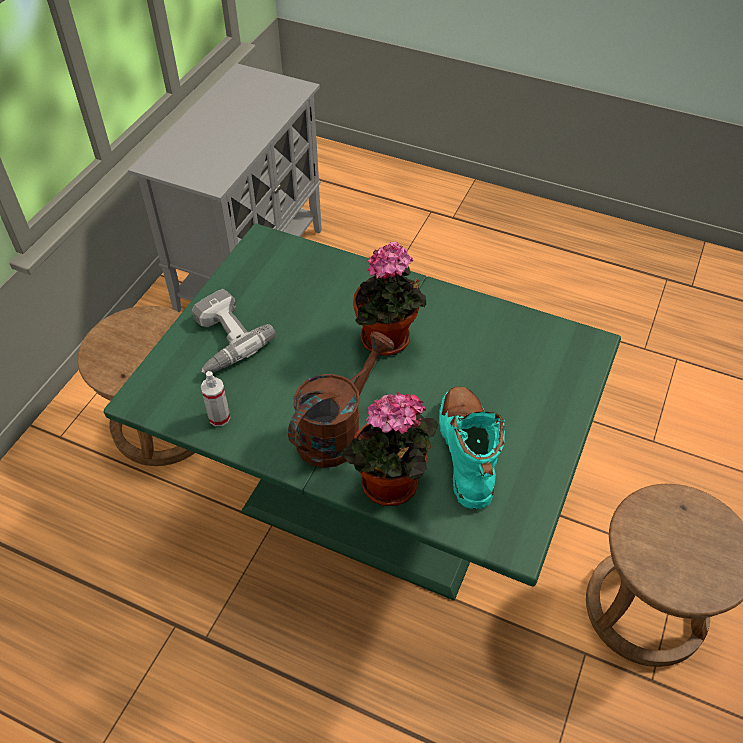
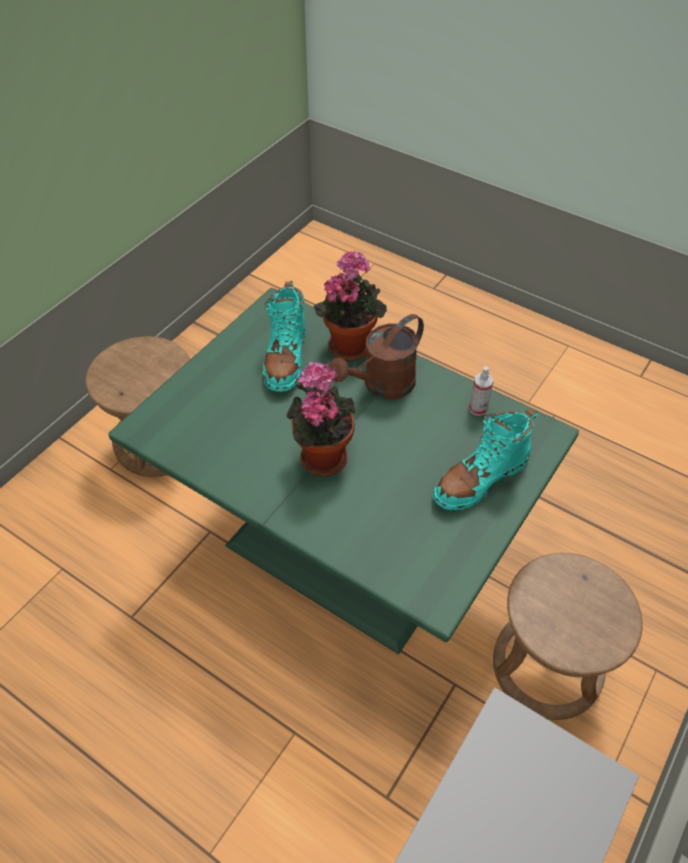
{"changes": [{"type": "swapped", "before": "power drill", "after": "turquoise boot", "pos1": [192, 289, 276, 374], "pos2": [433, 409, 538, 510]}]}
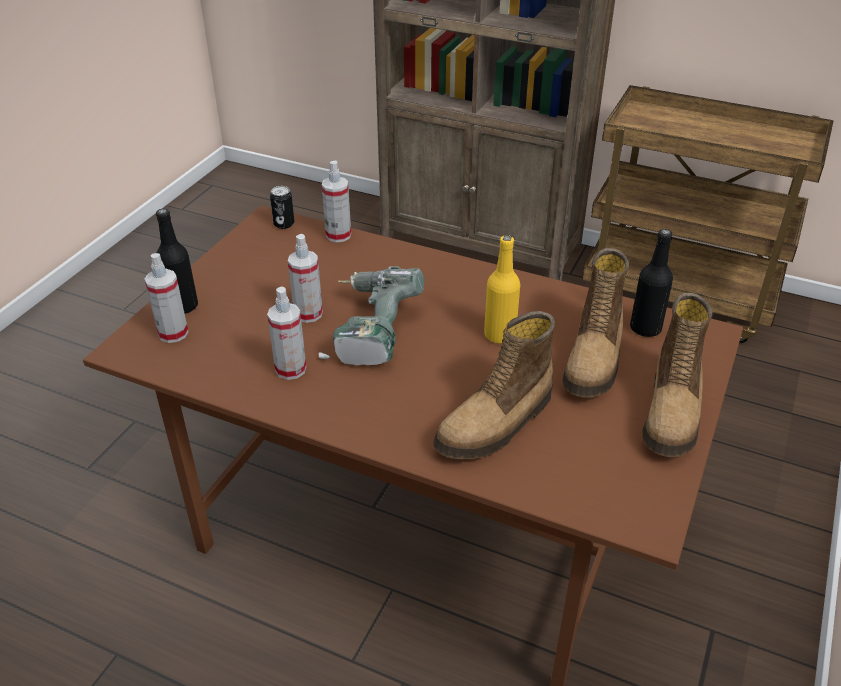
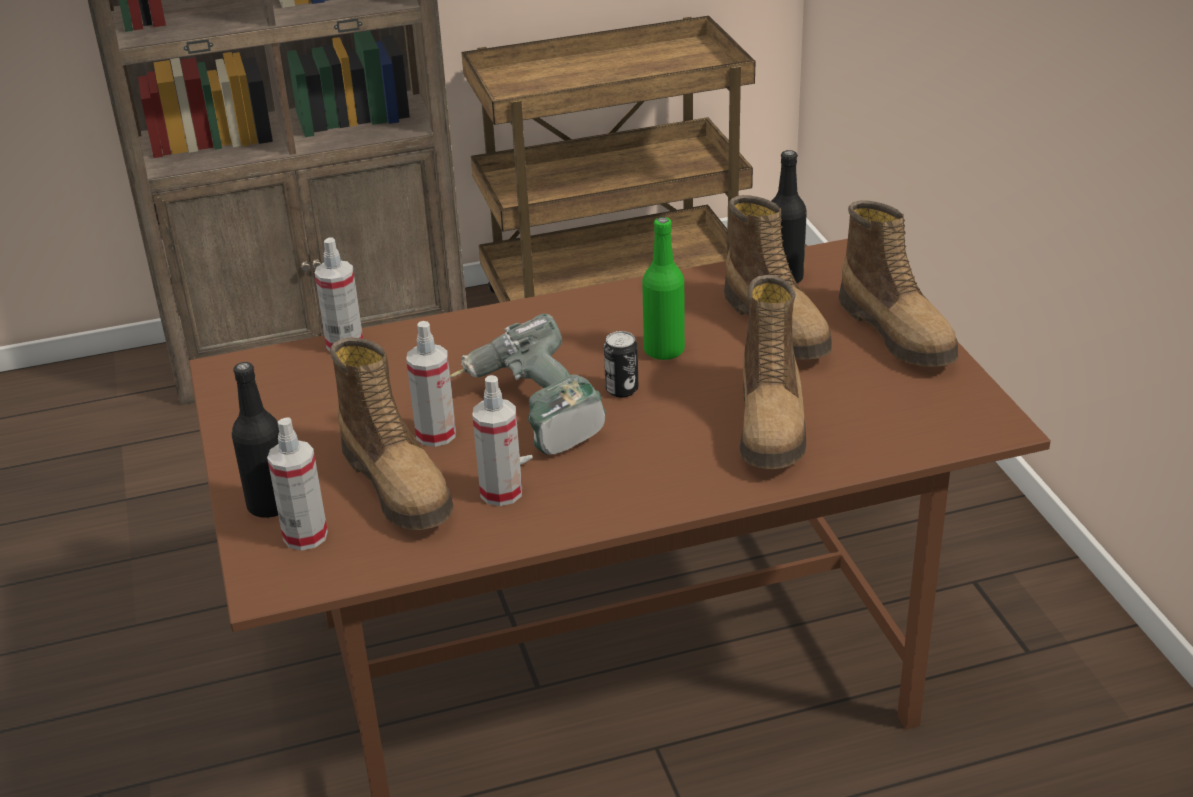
{"changes": [{"type": "new", "after": "boot", "pos2": [330, 338, 454, 530]}, {"type": "shifted", "before": "can", "pos1": [270, 186, 294, 229], "pos2": [604, 331, 638, 397]}, {"type": "repainted", "before": "yellow bottle", "after": "green bottle", "pos1": [484, 235, 520, 344], "pos2": [642, 217, 685, 361]}]}
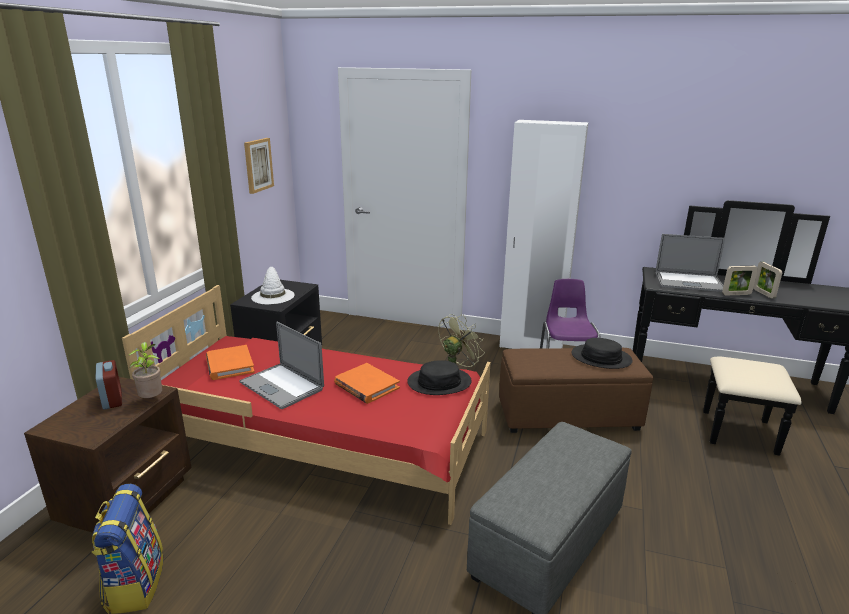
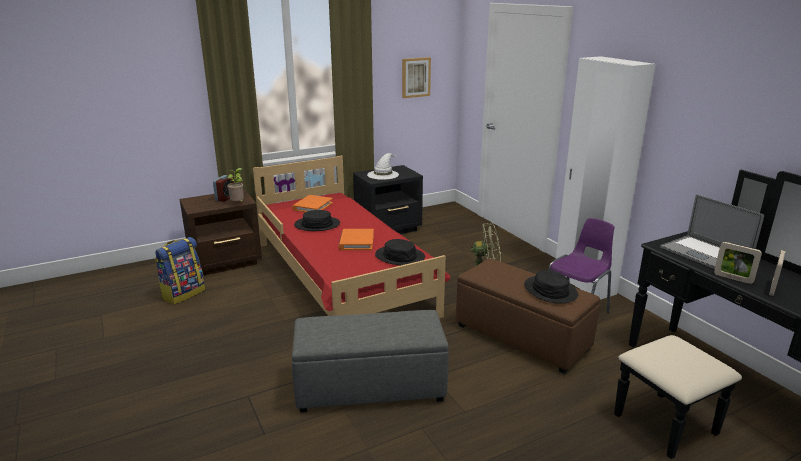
{"changes": [{"type": "swapped", "before": "laptop", "after": "black hat", "pos1": [240, 322, 324, 409], "pos2": [294, 210, 340, 231]}]}
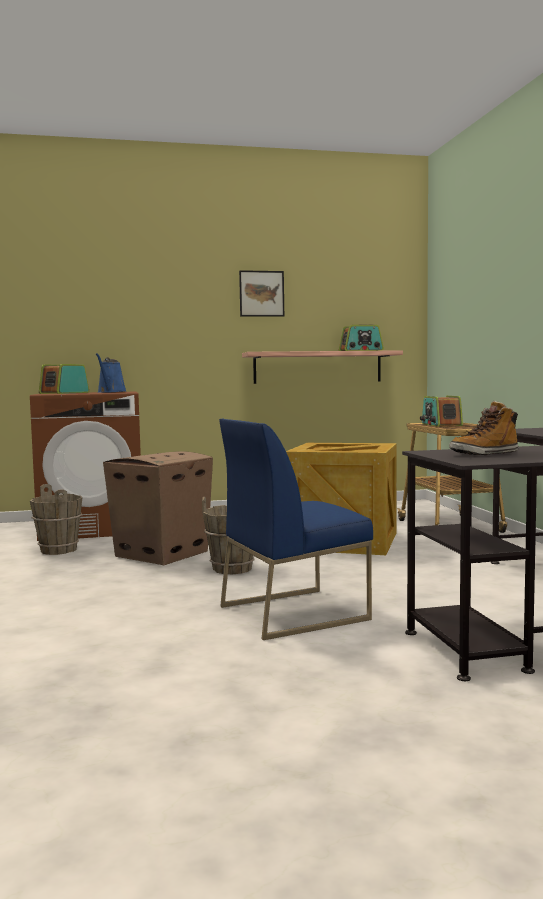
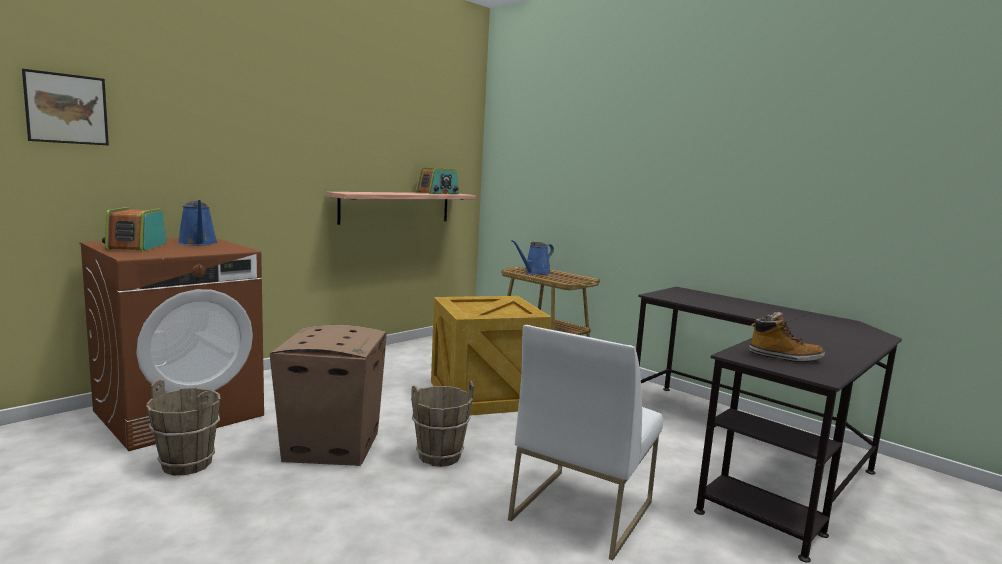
{"changes": [{"type": "shifted", "before": "picture", "pos1": [239, 270, 284, 317], "pos2": [22, 69, 109, 145]}, {"type": "repainted", "before": "blue chair", "after": "white chair", "pos1": [219, 418, 373, 640], "pos2": [508, 325, 663, 560]}, {"type": "swapped", "before": "radio", "after": "blue watering can", "pos1": [420, 396, 463, 427], "pos2": [511, 240, 554, 275]}, {"type": "rotated", "before": "boot", "pos1": [449, 401, 518, 455], "pos2": [749, 312, 825, 362], "turn": -105}]}
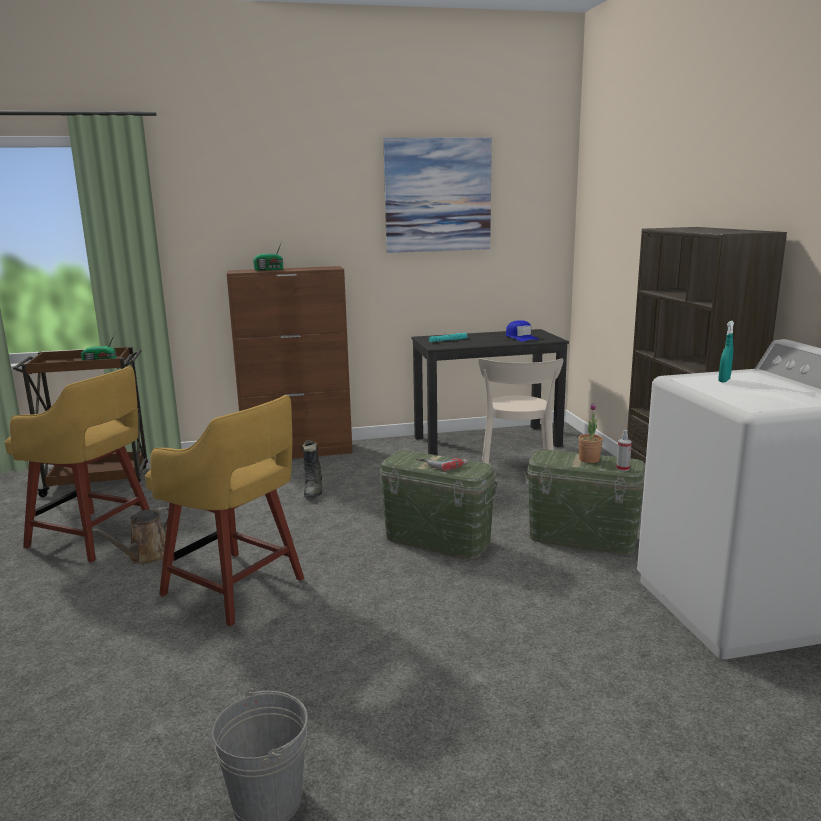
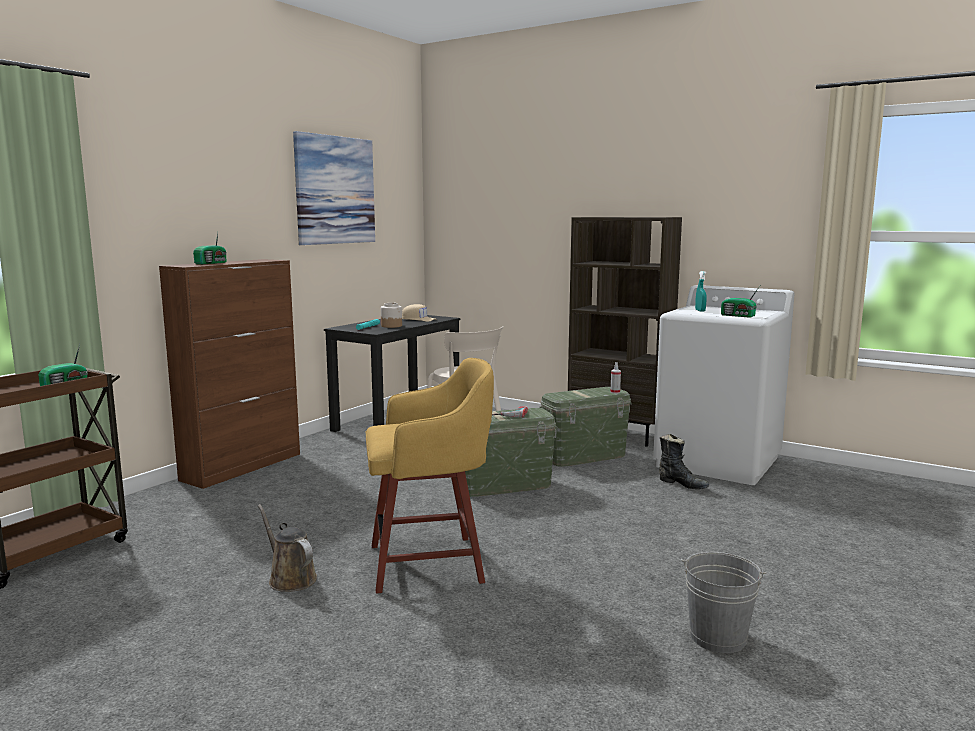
{"changes": [{"type": "rotated", "before": "brown watering can", "pos1": [91, 507, 169, 564], "pos2": [258, 504, 317, 592], "turn": 150}, {"type": "new", "after": "jar", "pos2": [381, 303, 402, 328]}, {"type": "repainted", "before": "blue cap", "after": "beige cap", "pos1": [506, 320, 539, 342], "pos2": [402, 304, 436, 322]}, {"type": "shifted", "before": "black boot", "pos1": [302, 440, 322, 497], "pos2": [659, 434, 709, 489]}, {"type": "new", "after": "radio", "pos2": [721, 286, 760, 318]}, {"type": "gone", "before": "yellow stool", "pos1": [5, 366, 150, 562]}, {"type": "gone", "before": "potted plant", "pos1": [578, 403, 603, 463]}]}
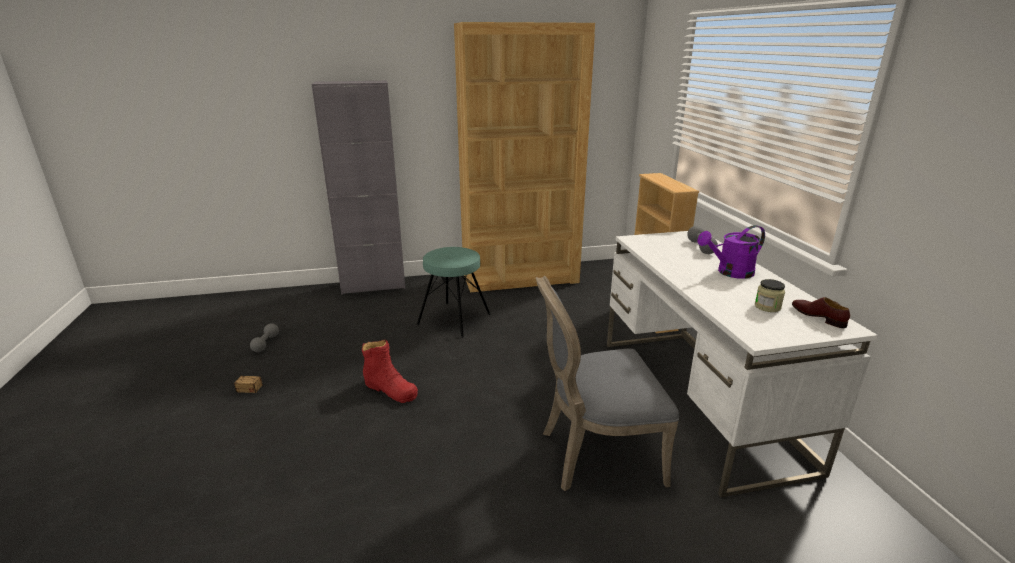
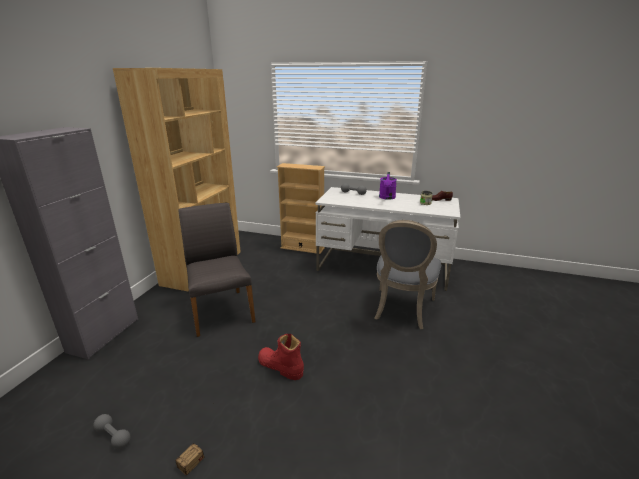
{"changes": [{"type": "swapped", "before": "turquoise stool", "after": "grey chair", "pos1": [417, 247, 491, 338], "pos2": [178, 203, 256, 337]}, {"type": "rotated", "before": "red boot", "pos1": [362, 339, 418, 403], "pos2": [258, 334, 304, 380], "turn": -120}]}
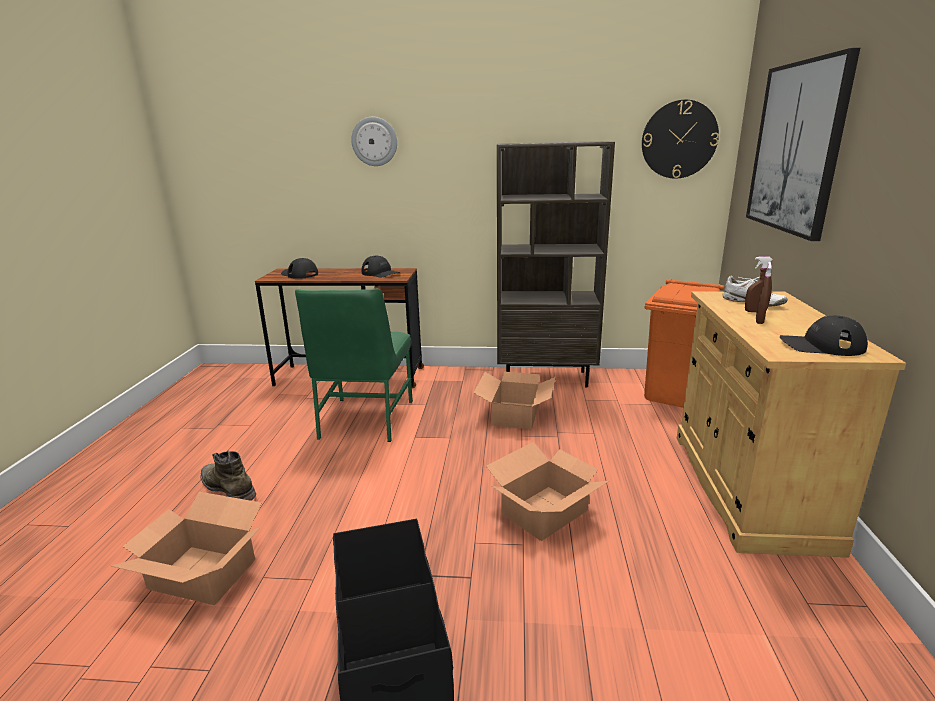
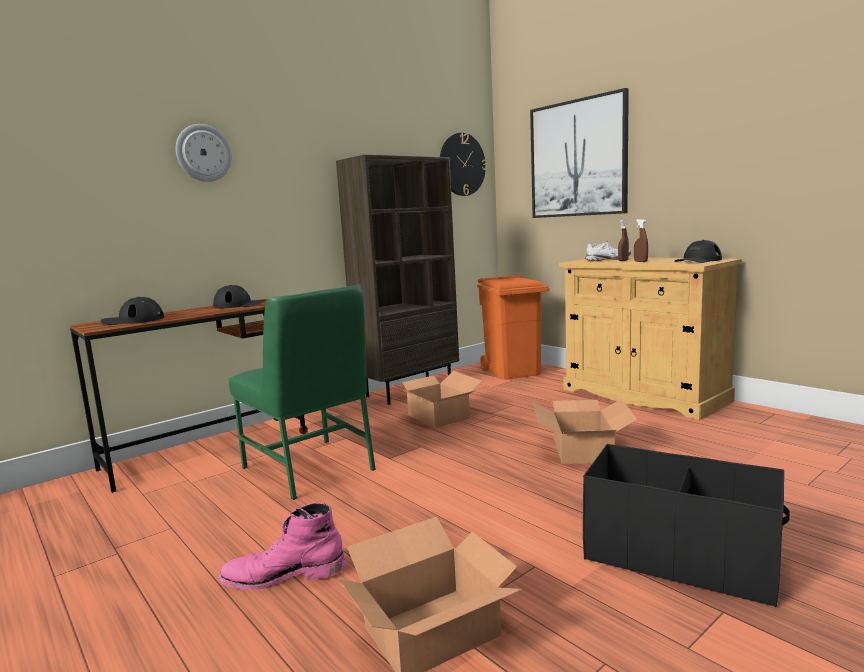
{"changes": [{"type": "repainted", "before": "green boot", "after": "pink boot", "pos1": [200, 450, 256, 501], "pos2": [219, 503, 346, 590]}]}
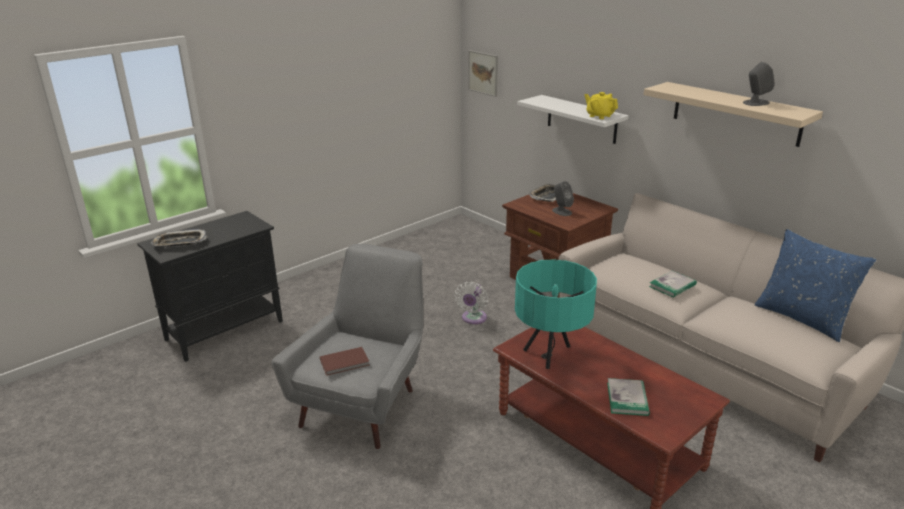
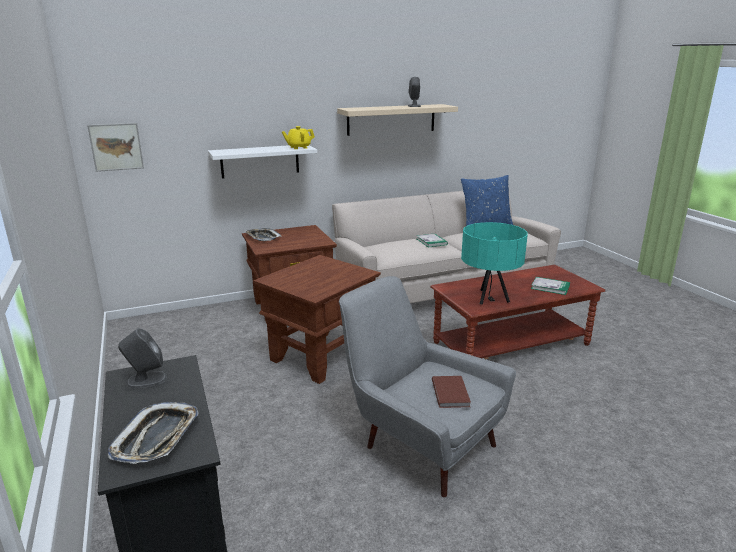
{"changes": [{"type": "shifted", "before": "grey speaker", "pos1": [552, 181, 574, 216], "pos2": [118, 328, 167, 388]}, {"type": "swapped", "before": "white fan", "after": "brown side table", "pos1": [454, 282, 488, 324], "pos2": [253, 255, 381, 384]}]}
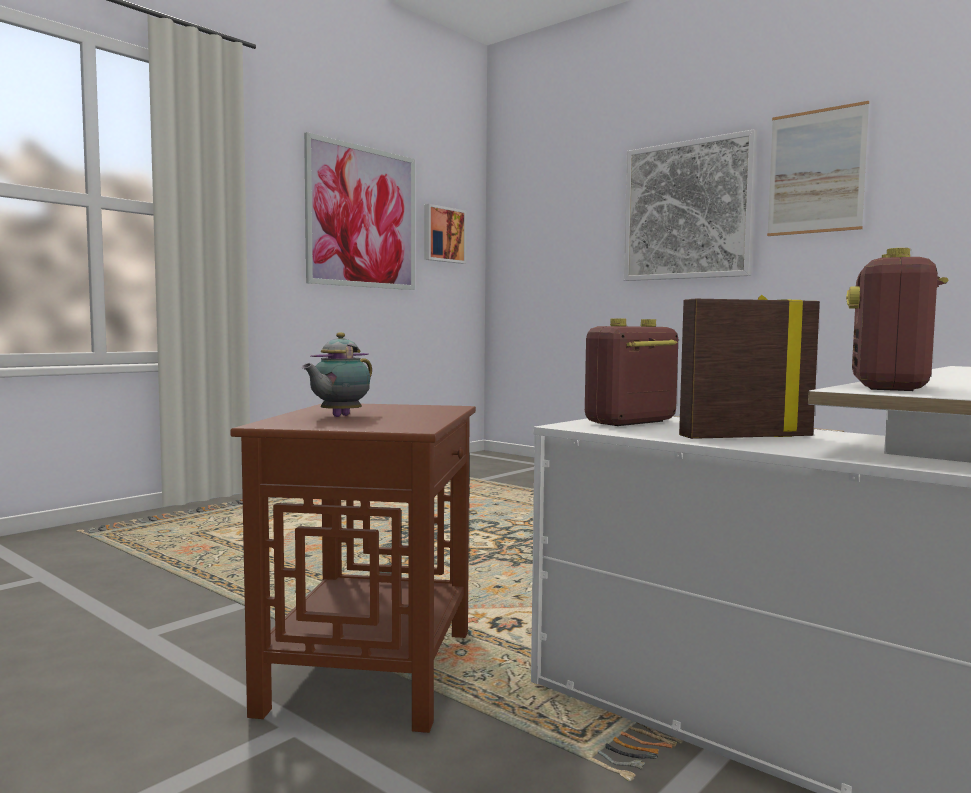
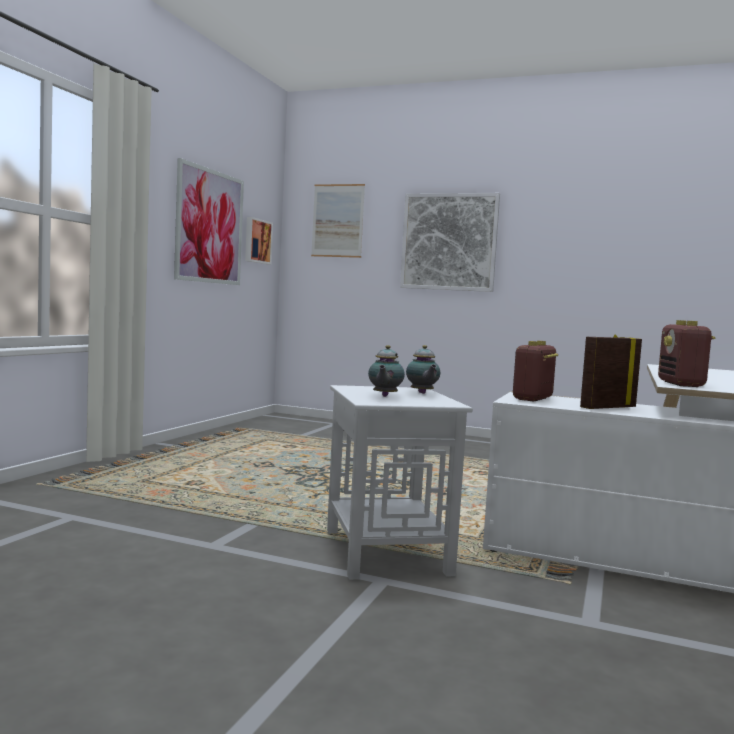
{"changes": [{"type": "shifted", "before": "picture", "pos1": [767, 101, 869, 236], "pos2": [311, 184, 365, 258]}, {"type": "repainted", "before": "brown side table", "after": "white side table", "pos1": [230, 404, 476, 733], "pos2": [327, 385, 473, 580]}, {"type": "new", "after": "teapot", "pos2": [406, 345, 440, 394]}]}
